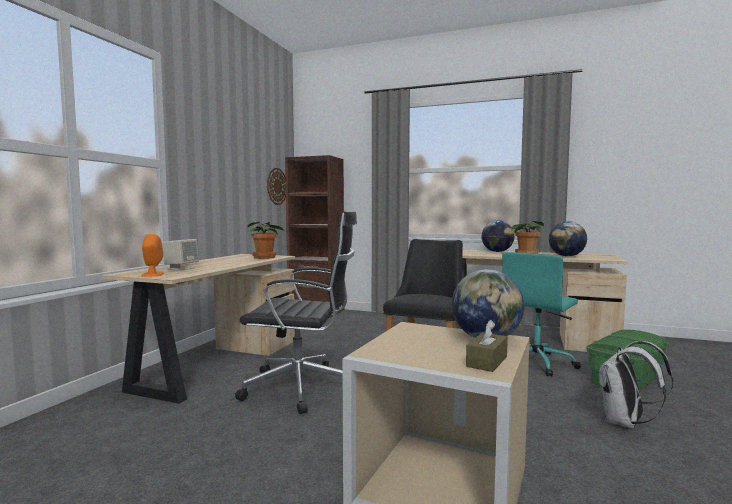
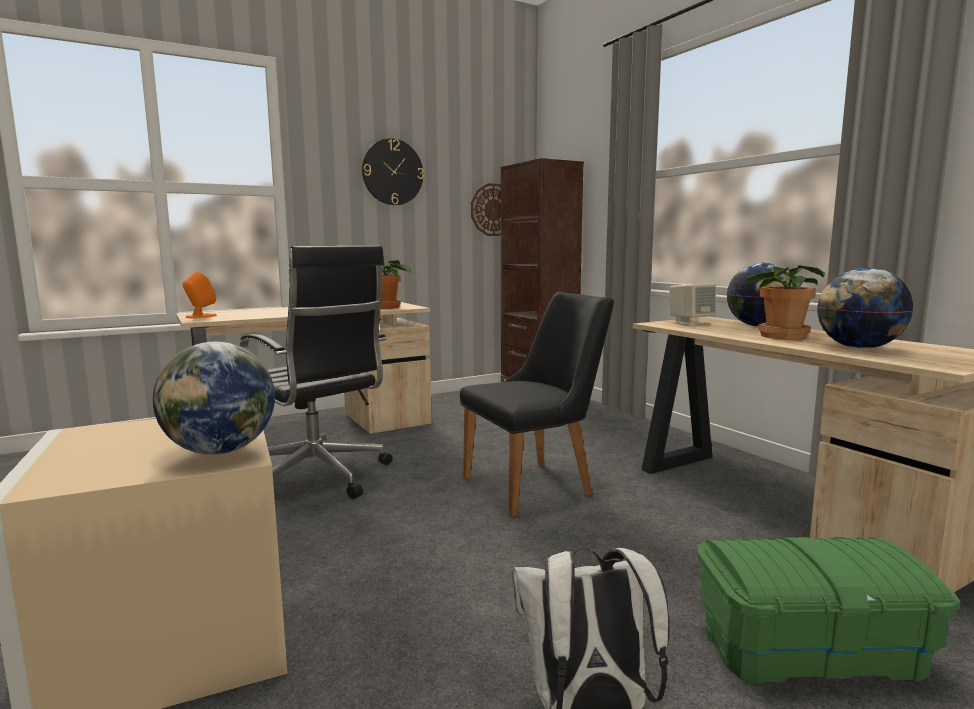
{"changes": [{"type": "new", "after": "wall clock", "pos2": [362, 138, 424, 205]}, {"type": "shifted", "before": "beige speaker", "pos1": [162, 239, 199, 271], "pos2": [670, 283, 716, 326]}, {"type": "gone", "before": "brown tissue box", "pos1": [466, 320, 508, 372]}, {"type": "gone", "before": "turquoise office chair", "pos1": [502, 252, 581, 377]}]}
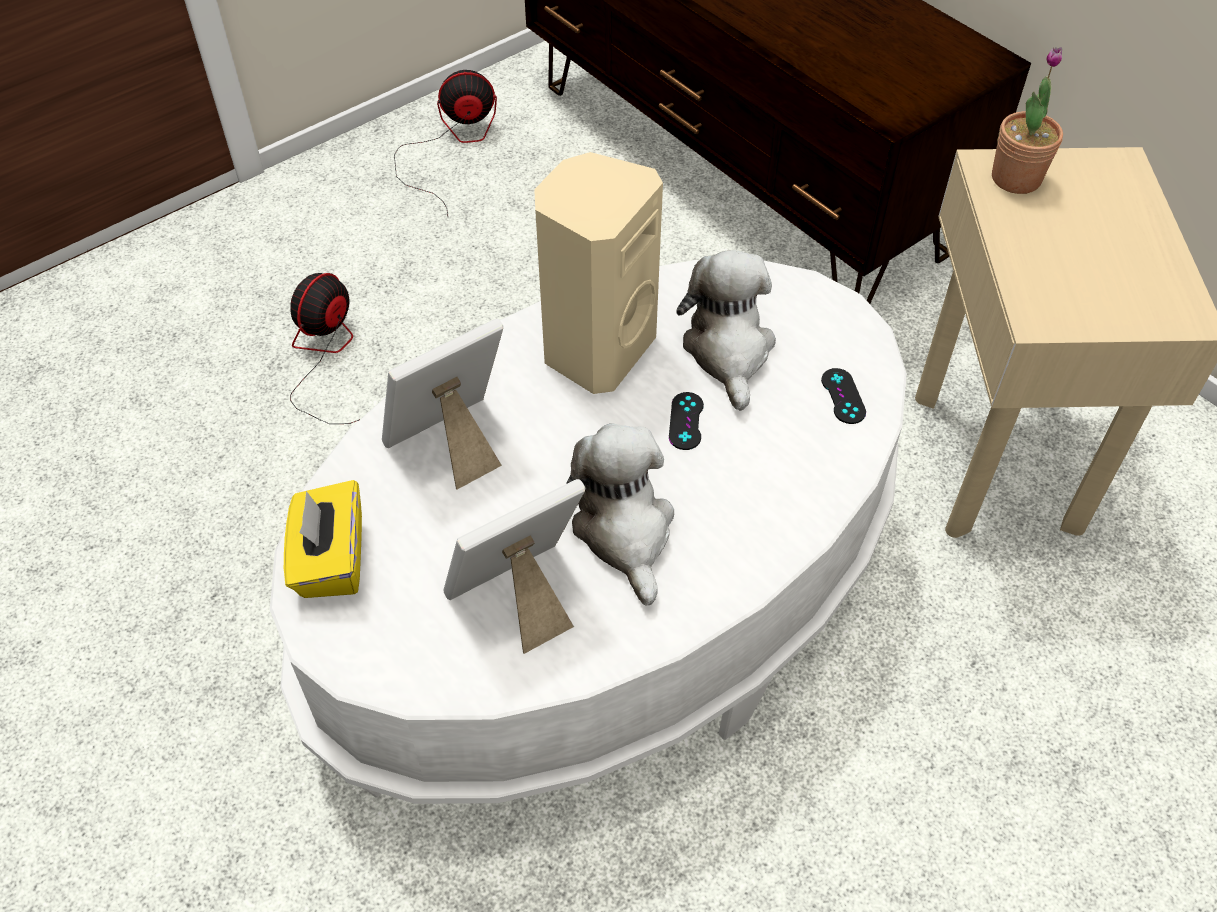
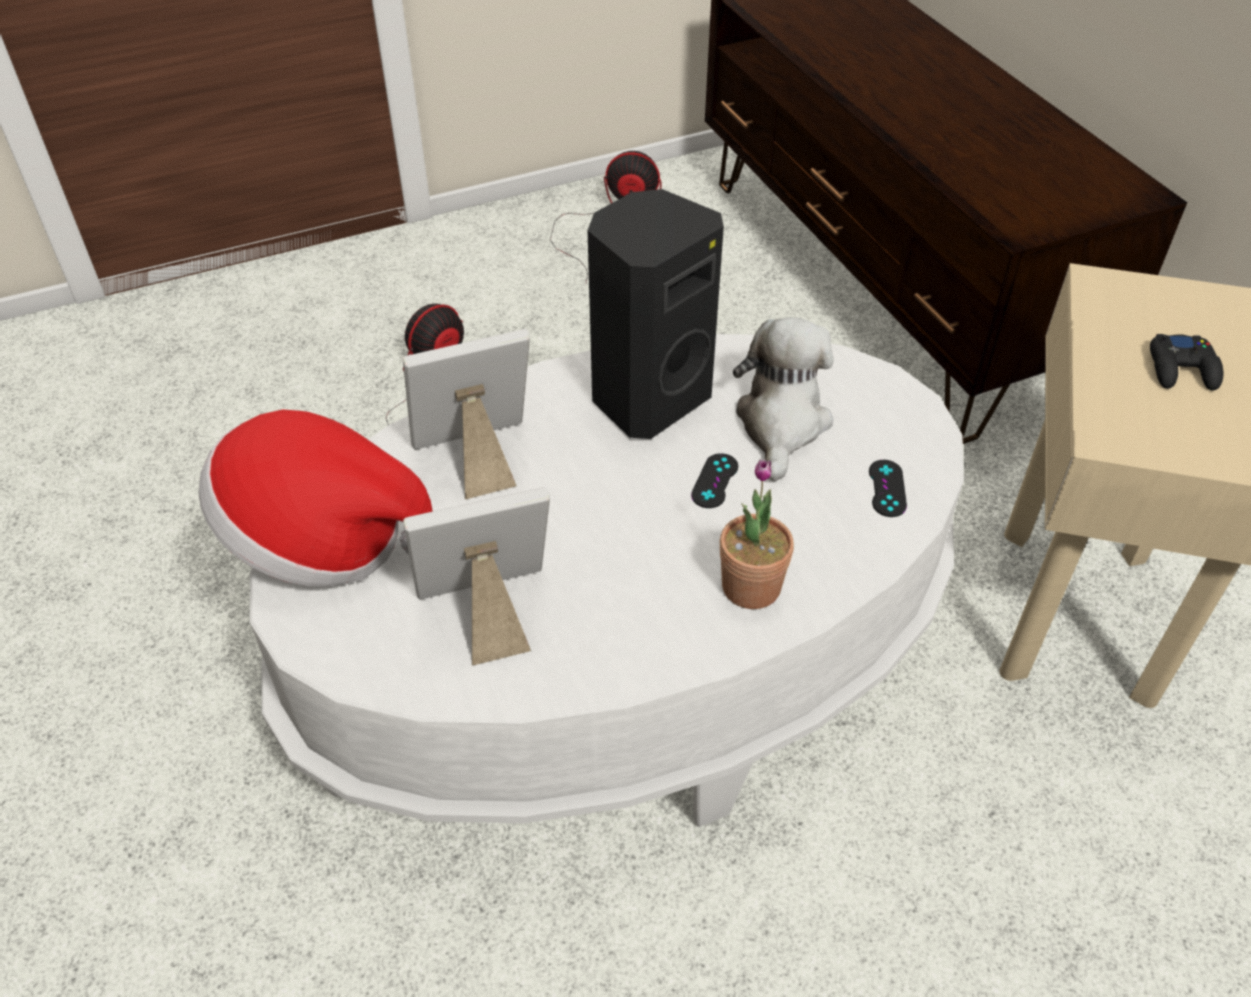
{"changes": [{"type": "swapped", "before": "yellow tissue box", "after": "hat", "pos1": [284, 480, 362, 598], "pos2": [198, 409, 433, 586]}, {"type": "repainted", "before": "beige speaker", "after": "black speaker", "pos1": [534, 152, 663, 394], "pos2": [588, 189, 724, 439]}, {"type": "shifted", "before": "potted plant", "pos1": [992, 47, 1063, 194], "pos2": [720, 459, 794, 609]}, {"type": "new", "after": "black game controller", "pos2": [1150, 334, 1223, 391]}, {"type": "gone", "before": "plush toy", "pos1": [566, 424, 674, 605]}]}
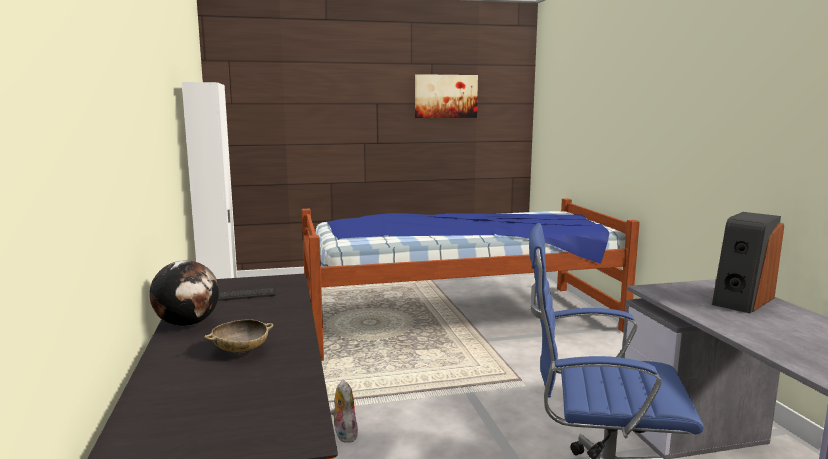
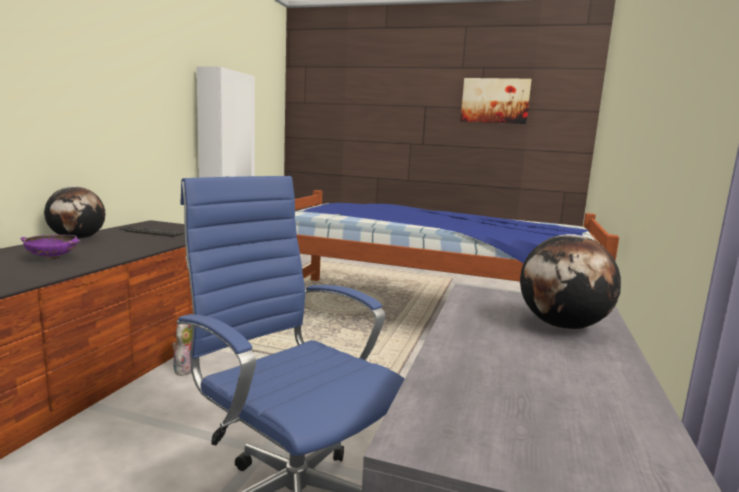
{"changes": [{"type": "repainted", "before": "beige bowl", "after": "purple bowl", "pos1": [204, 319, 273, 354], "pos2": [20, 235, 80, 259]}, {"type": "swapped", "before": "speaker", "after": "globe", "pos1": [712, 212, 784, 313], "pos2": [520, 234, 621, 329]}]}
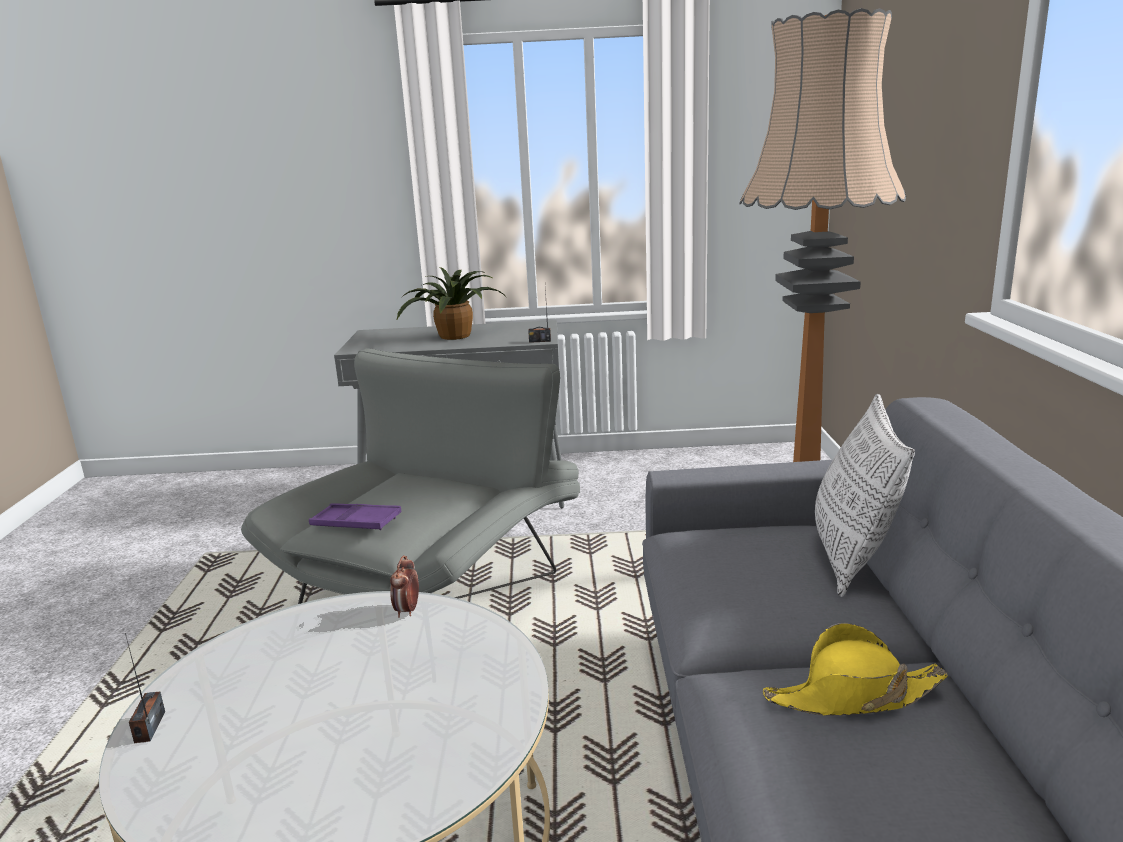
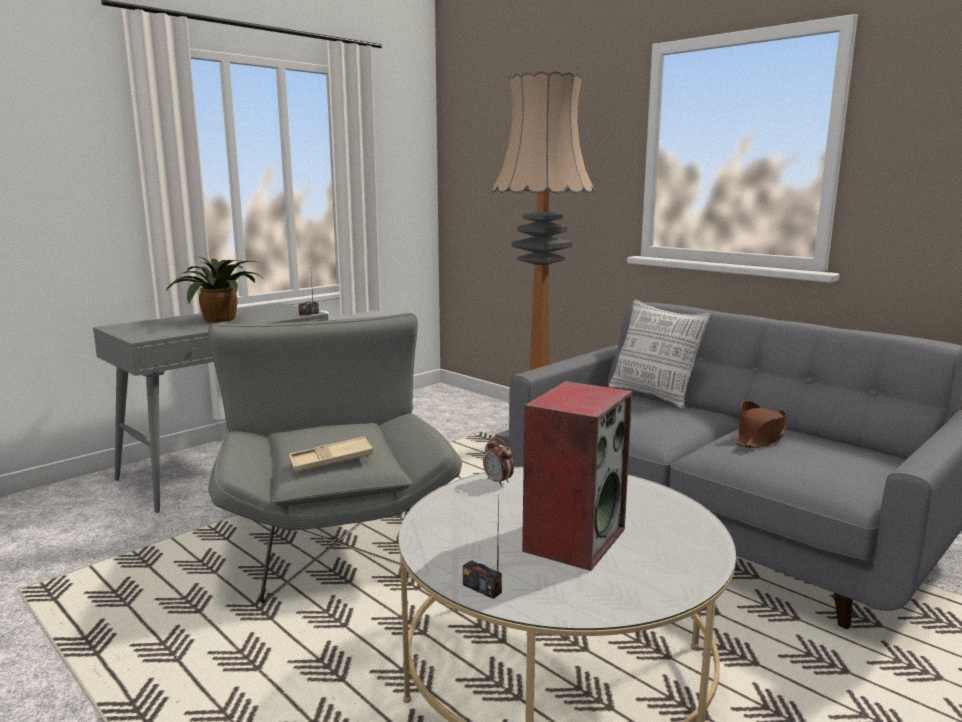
{"changes": [{"type": "repainted", "before": "purple tray", "after": "beige tray", "pos1": [309, 503, 402, 530], "pos2": [289, 436, 374, 472]}, {"type": "new", "after": "speaker", "pos2": [522, 381, 632, 571]}, {"type": "repainted", "before": "yellow hat", "after": "brown hat", "pos1": [762, 623, 948, 716], "pos2": [736, 401, 787, 448]}]}
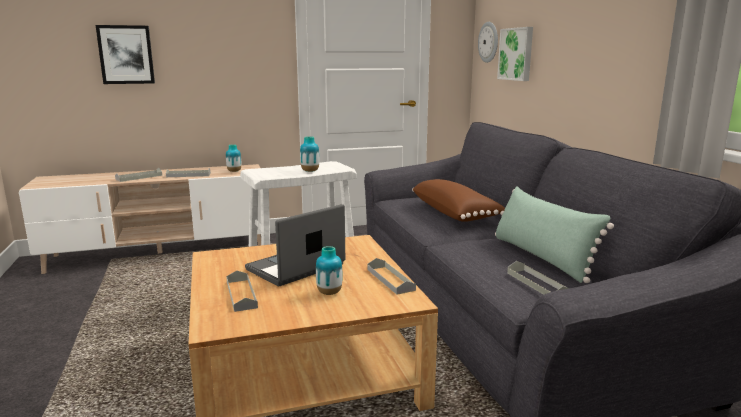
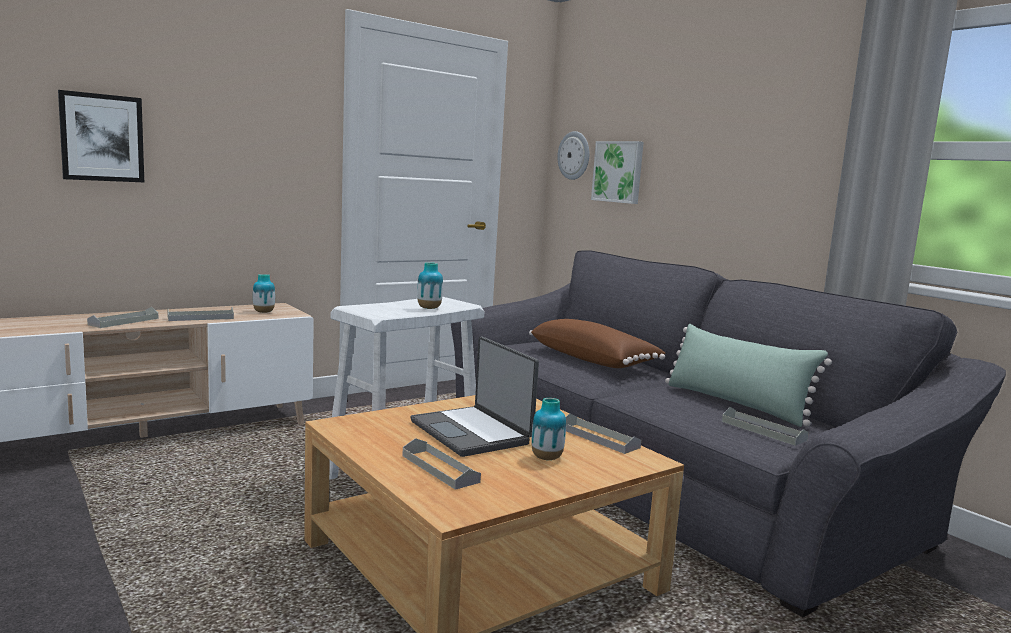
{"changes": [{"type": "rotated", "before": "laptop", "pos1": [245, 204, 345, 286], "pos2": [411, 336, 539, 457], "turn": -60}]}
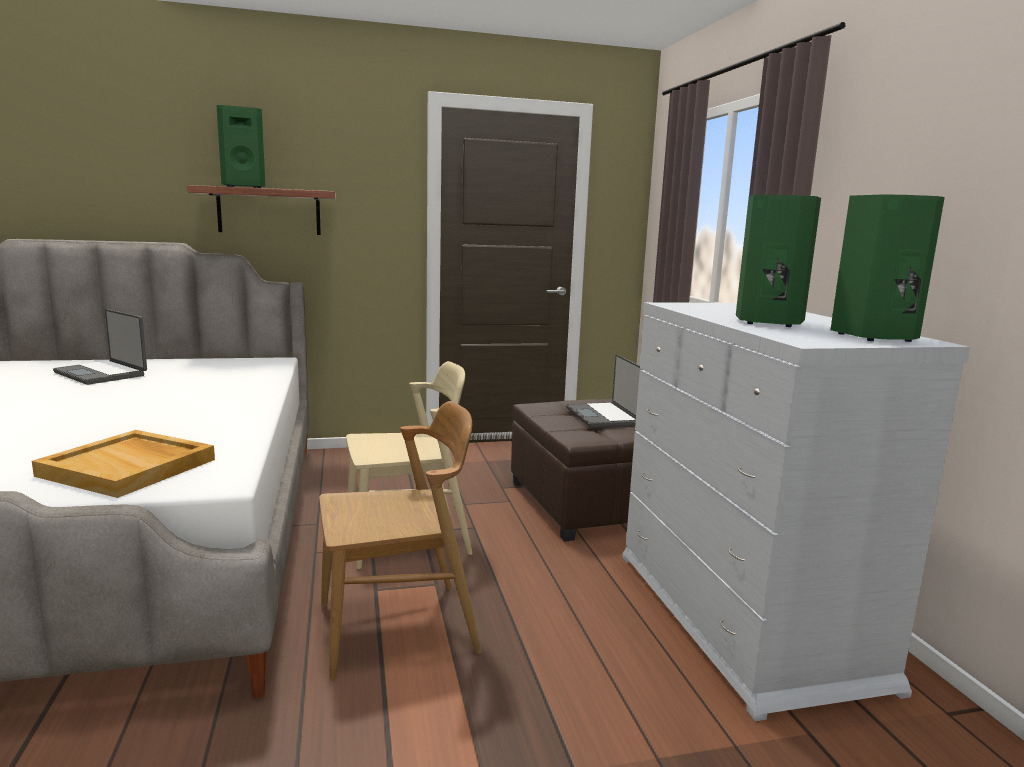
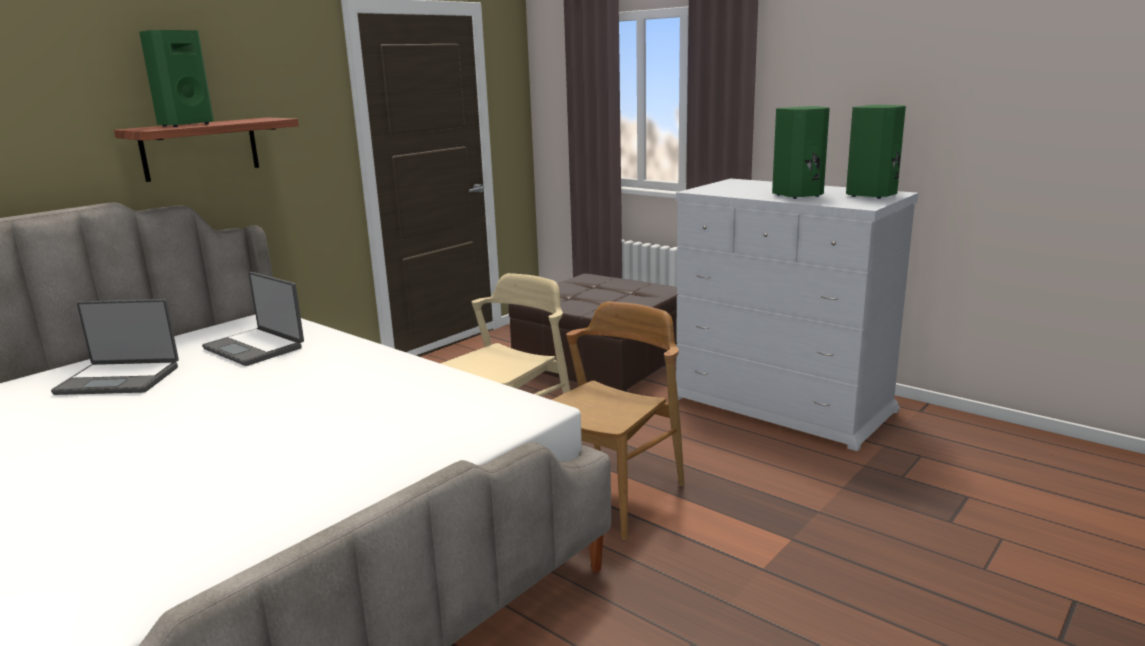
{"changes": [{"type": "shifted", "before": "laptop", "pos1": [566, 355, 642, 428], "pos2": [202, 272, 304, 366]}, {"type": "gone", "before": "beige tray", "pos1": [32, 430, 215, 498]}]}
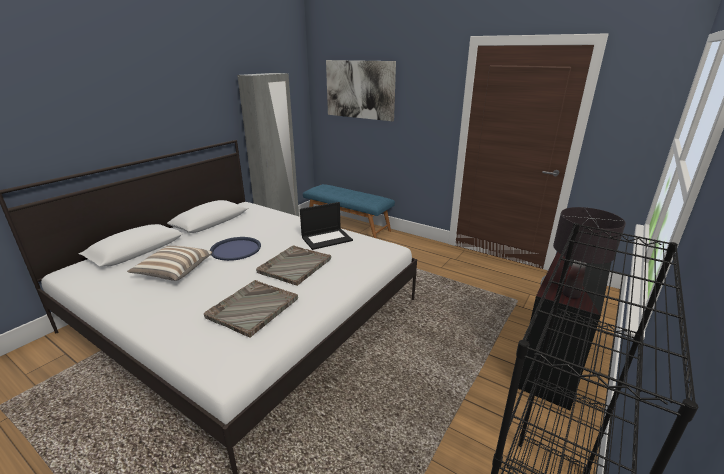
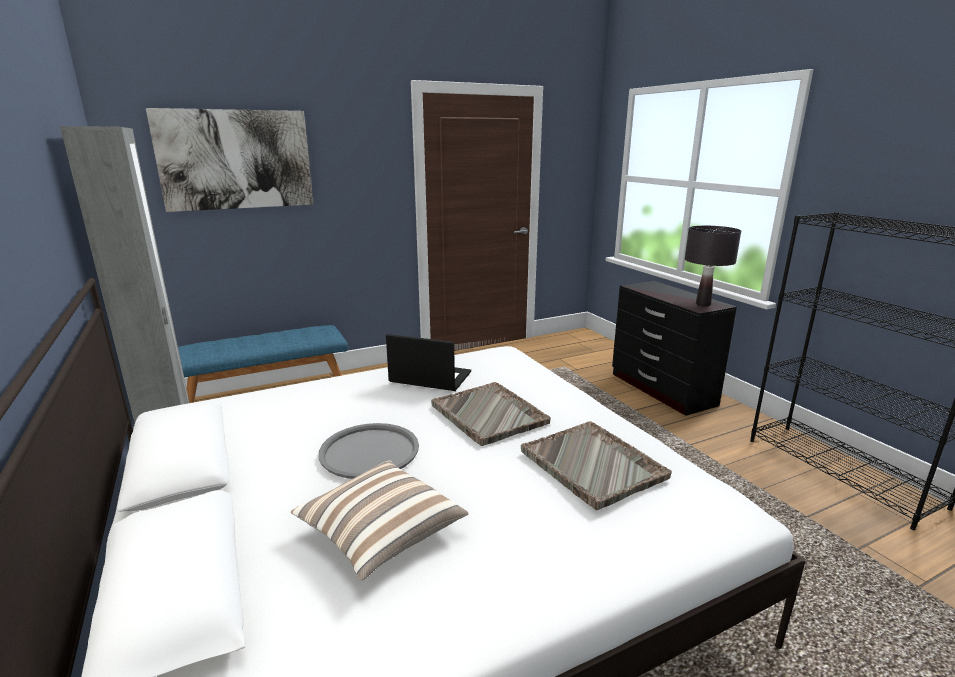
{"changes": [{"type": "repainted", "before": "blue tray", "after": "grey tray", "pos1": [210, 237, 261, 261], "pos2": [318, 423, 419, 479]}, {"type": "rotated", "before": "laptop", "pos1": [300, 202, 353, 250], "pos2": [386, 334, 471, 391], "turn": -75}]}
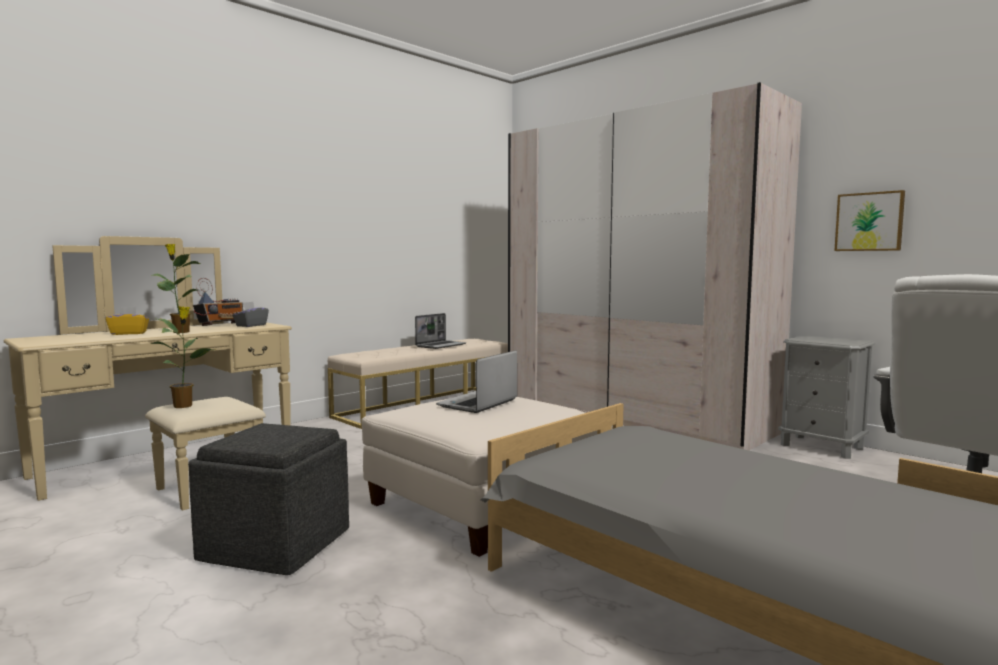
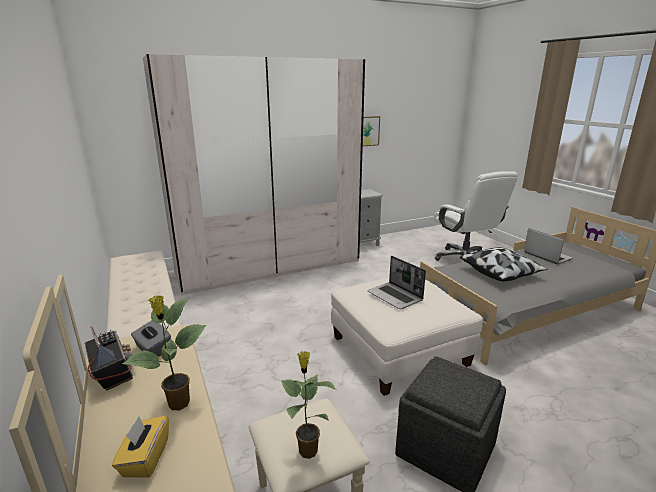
{"changes": [{"type": "new", "after": "pillow", "pos2": [460, 247, 547, 281]}, {"type": "shifted", "before": "laptop", "pos1": [415, 313, 466, 349], "pos2": [524, 228, 573, 264]}]}
